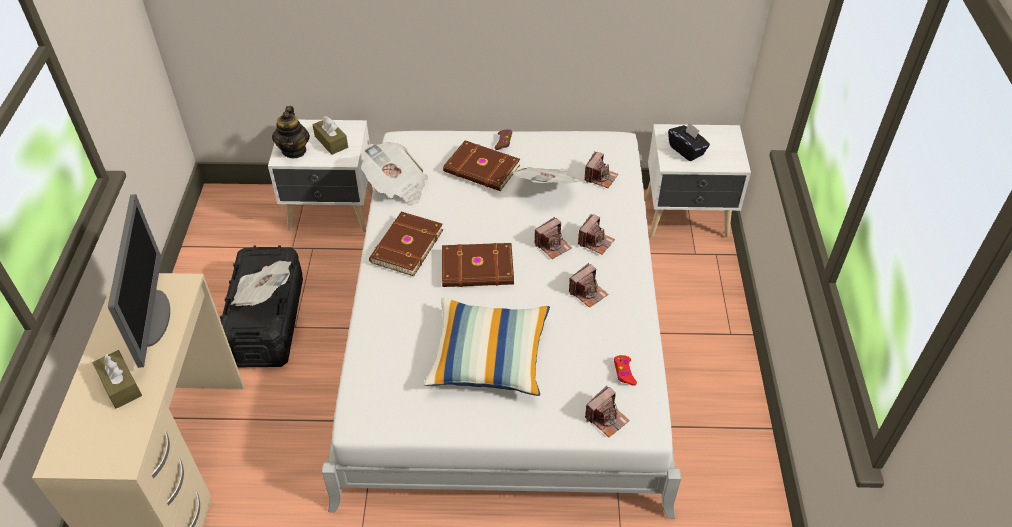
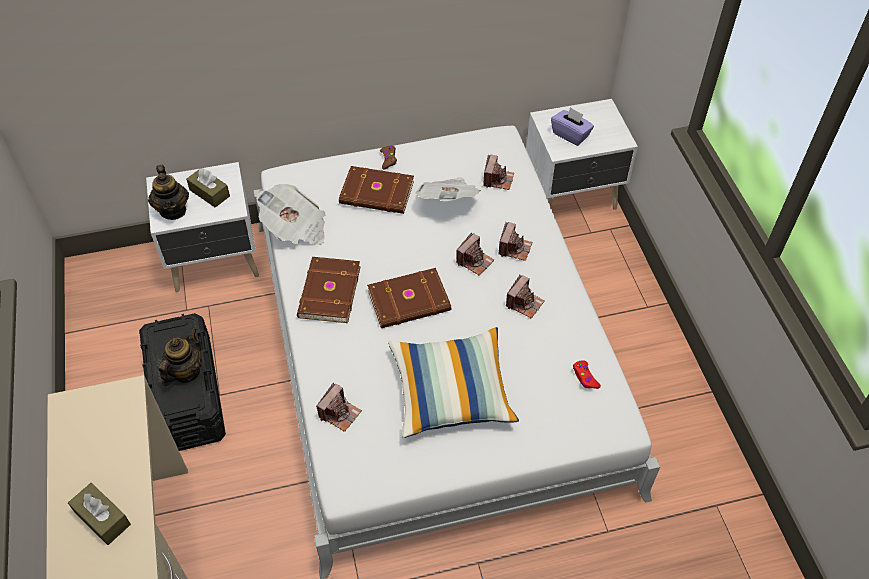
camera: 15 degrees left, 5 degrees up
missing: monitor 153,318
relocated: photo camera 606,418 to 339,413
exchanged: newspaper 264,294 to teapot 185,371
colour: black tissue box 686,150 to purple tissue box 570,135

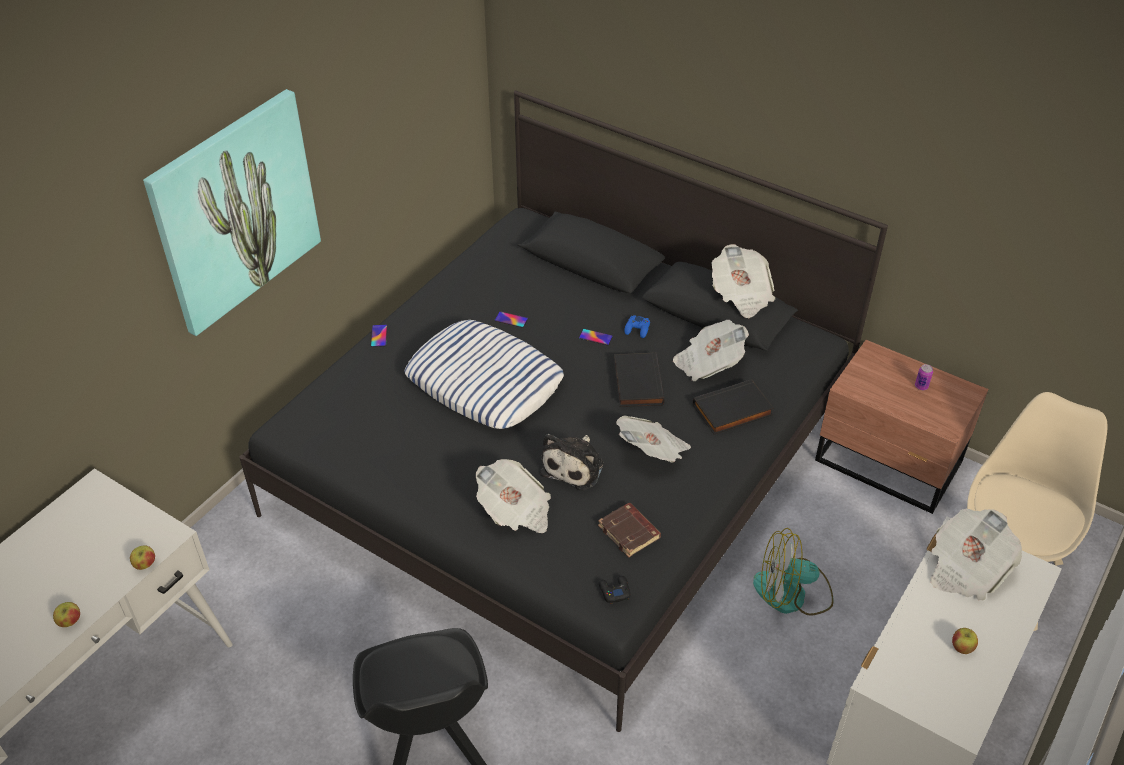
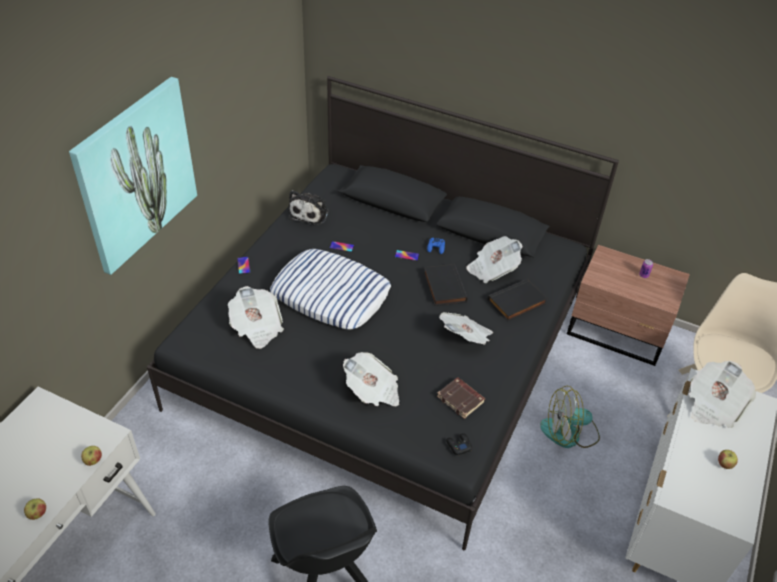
camera: 10 degrees left, 0 degrees up
relocated: newspaper 741,295 to 257,327; plush toy 574,466 to 310,213

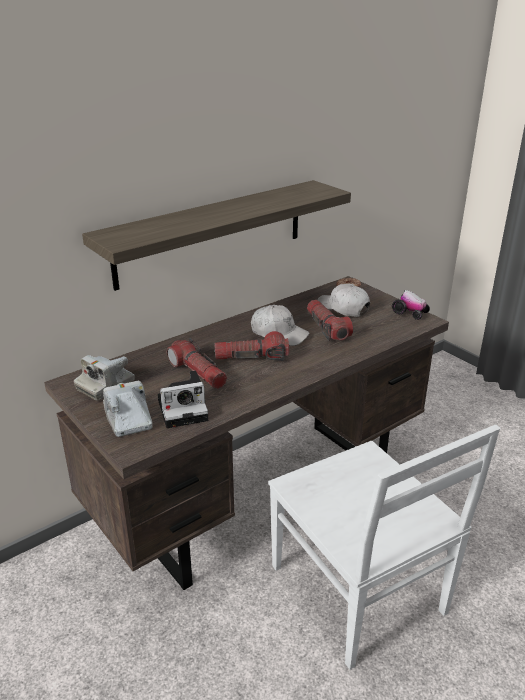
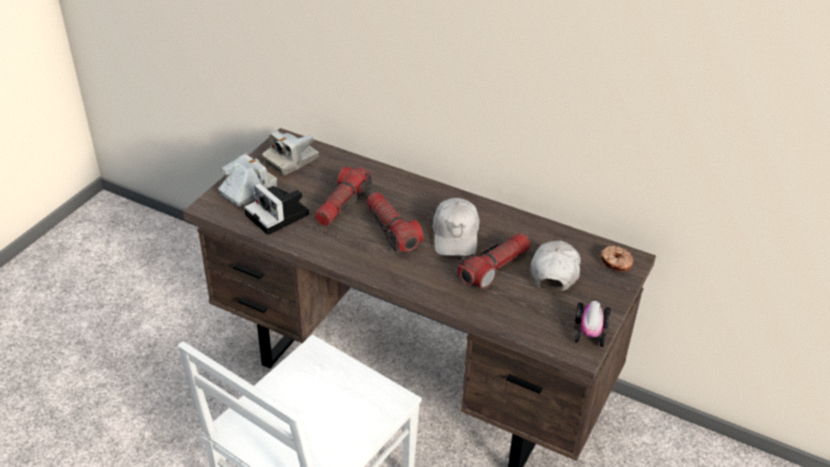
camera: 65 degrees right, 10 degrees up
missing: shelf 211,233
spun: photo camera 105,385 = 291,160 60 degrees counterclockwise

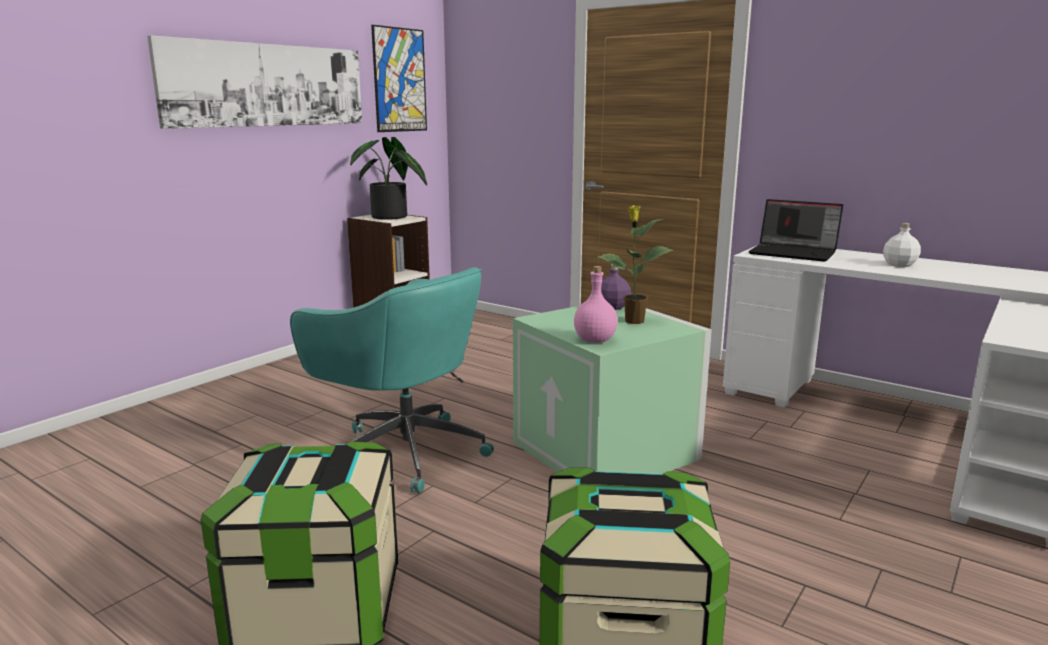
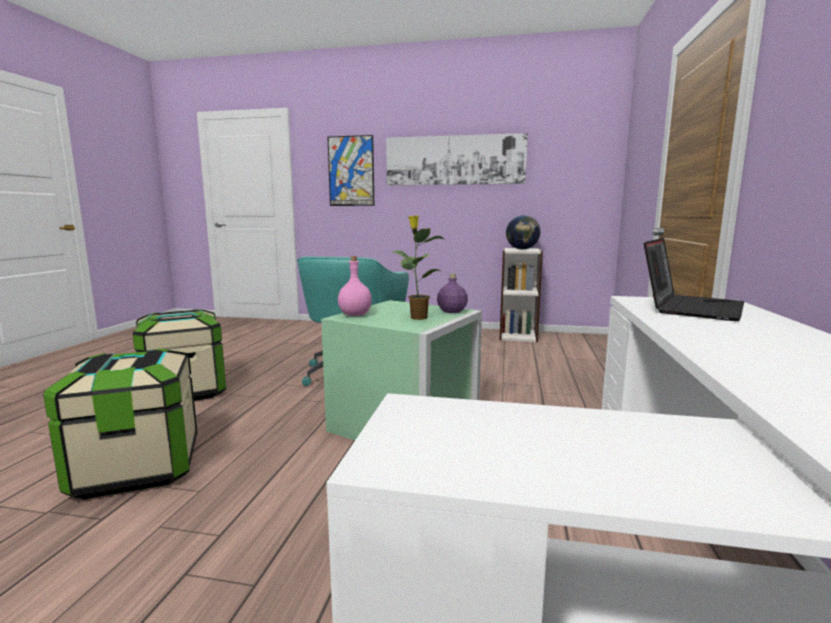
camera: 65 degrees right, 5 degrees down
missing: white bottle 899,264
relocated: picture 400,80 to 351,171
exchanged: potted plant 391,217 to globe 522,249
spun: laptop 794,253 = 690,307 150 degrees counterclockwise

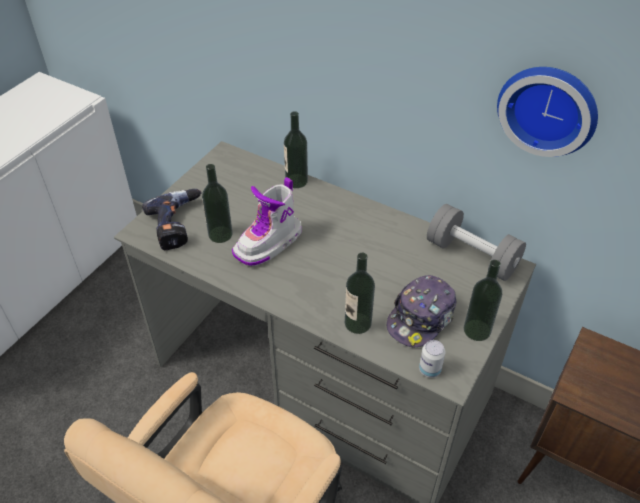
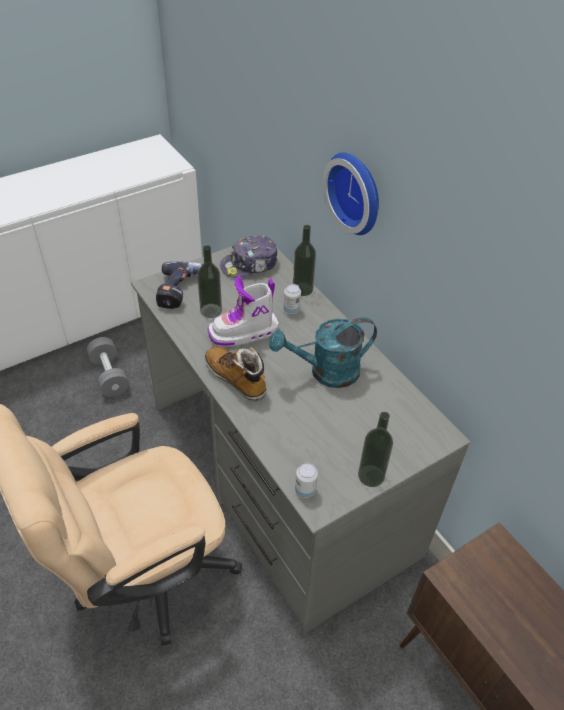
camera: 25 degrees right, 0 degrees up
missing: bottle 357,323
appeared: can 291,310; turquoise watering can 326,372; boot 236,378
relocated: wall clock 548,108 to 357,192; grey dumbbell 471,256 to 109,375; cap 421,318 to 250,265

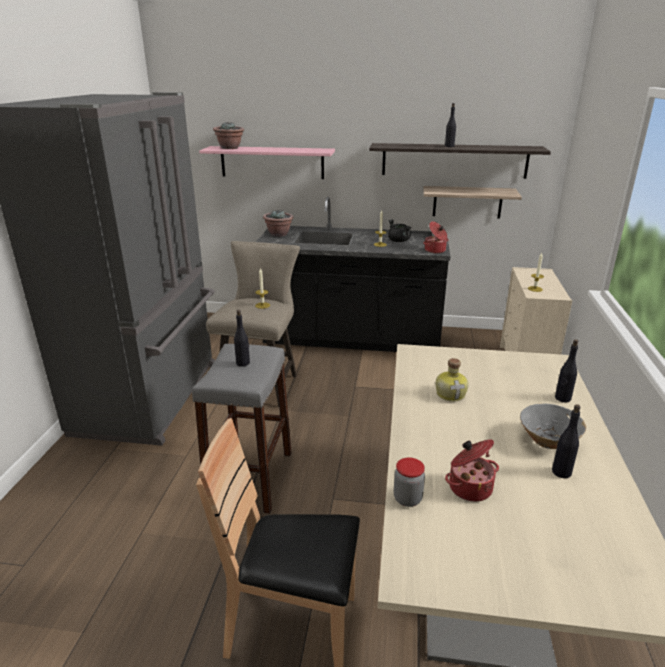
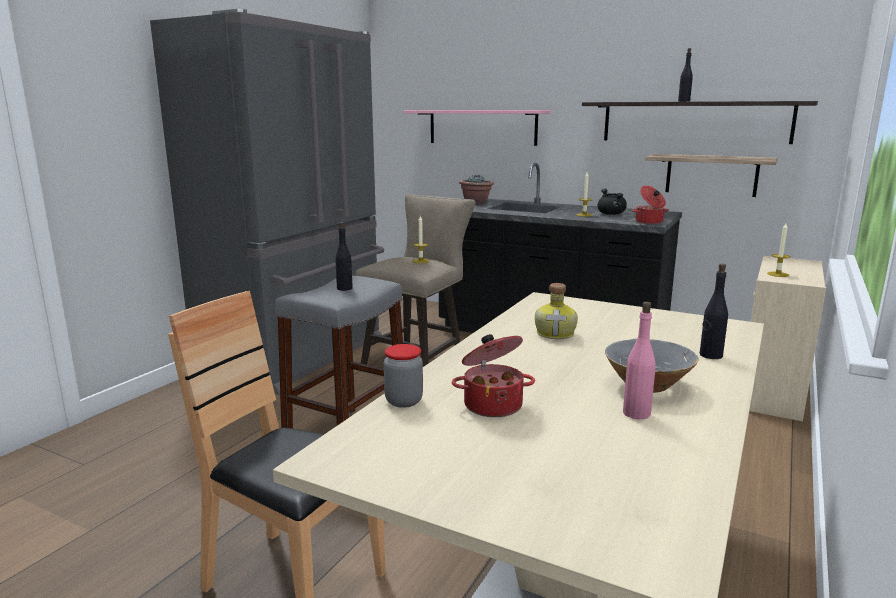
camera: 20 degrees right, 10 degrees down
missing: potted plant 230,148
colour: black bottle 561,472 to pink bottle 636,413

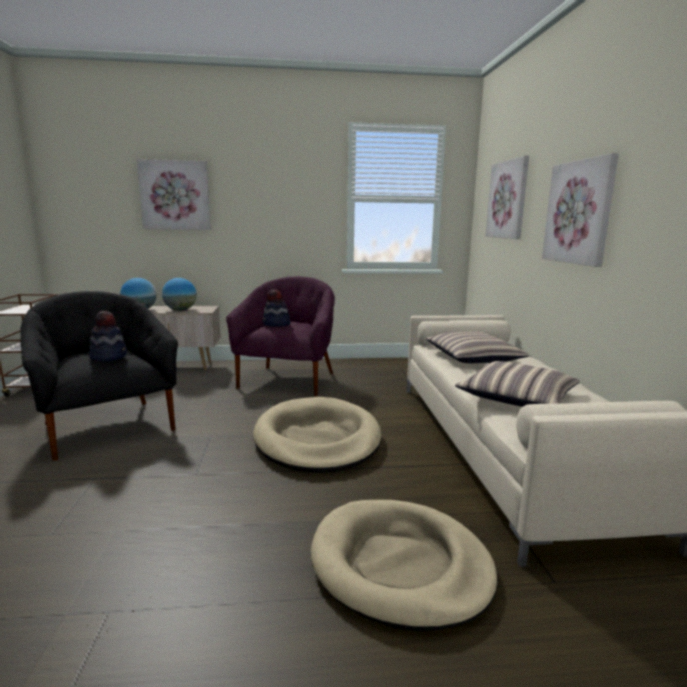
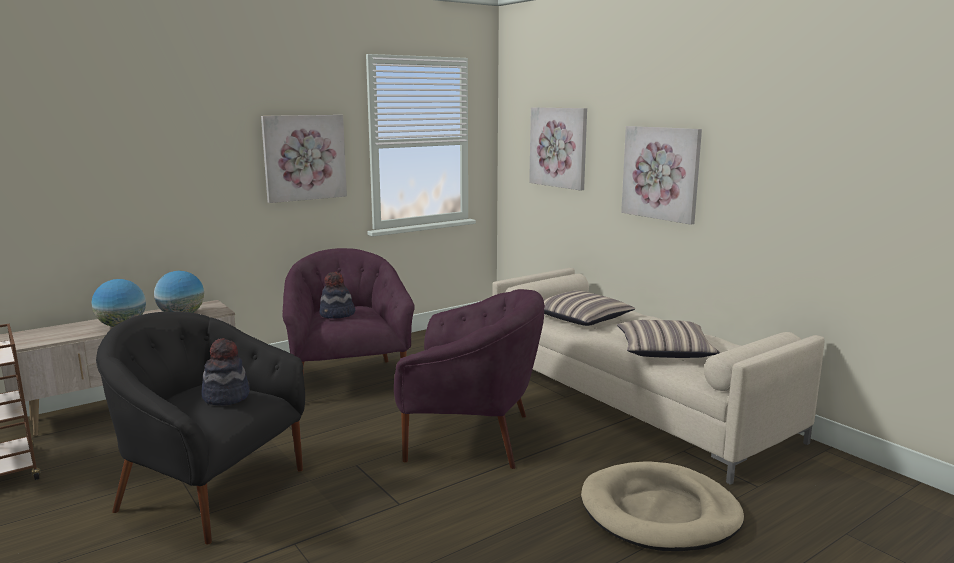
camera: 30 degrees left, 0 degrees up
relocated: picture 175,195 to 304,157
exchanged: beige dog bed 317,439 to purple armchair 470,436

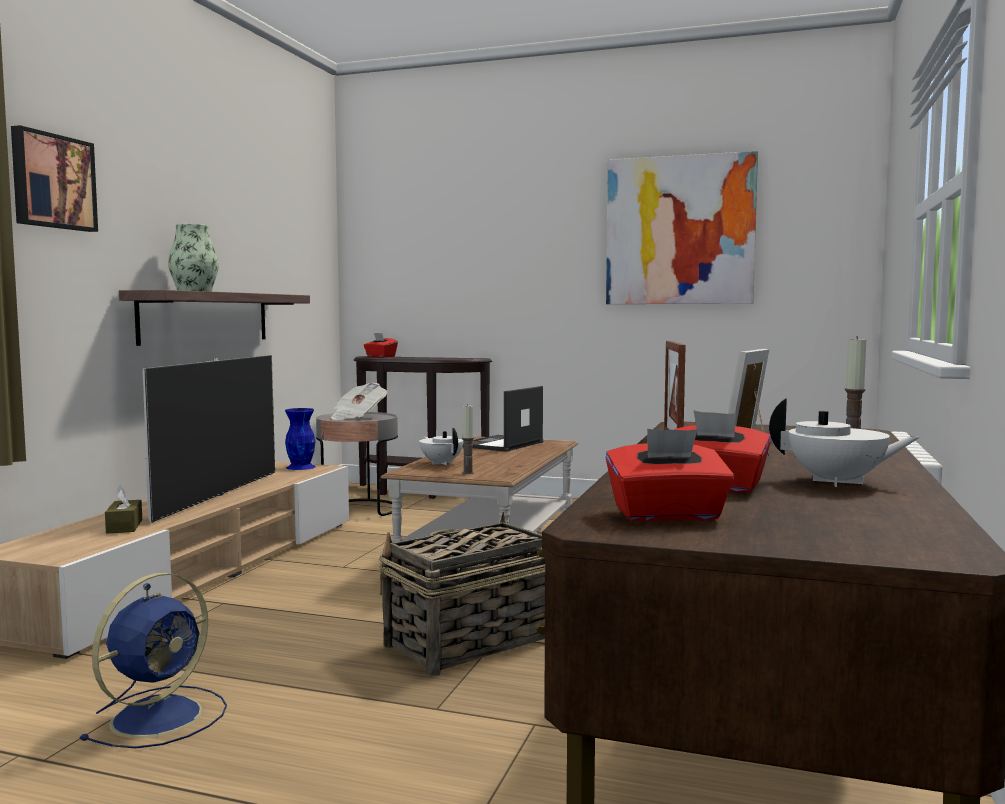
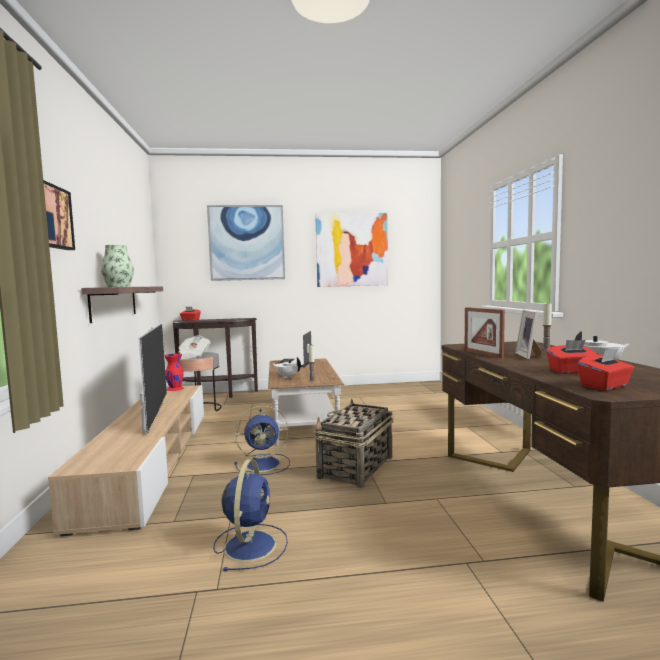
camera: 25 degrees left, 0 degrees up
missing: brown tissue box 124,526
appeared: picture 247,243; blue fan 264,464
colour: blue vase 301,467 to red vase 175,388

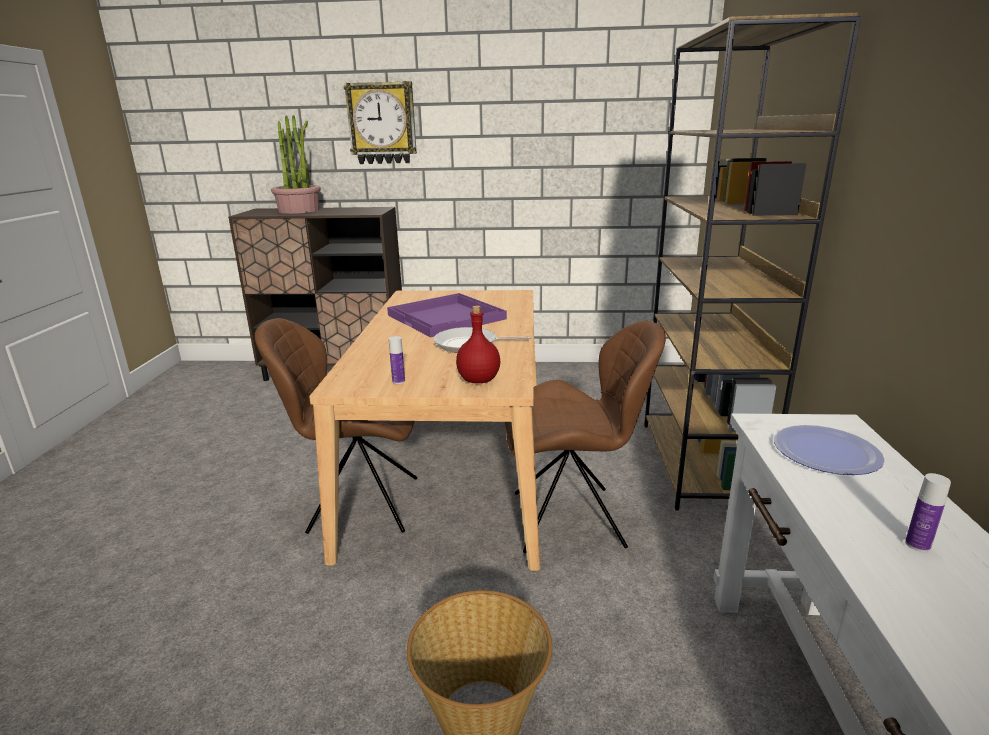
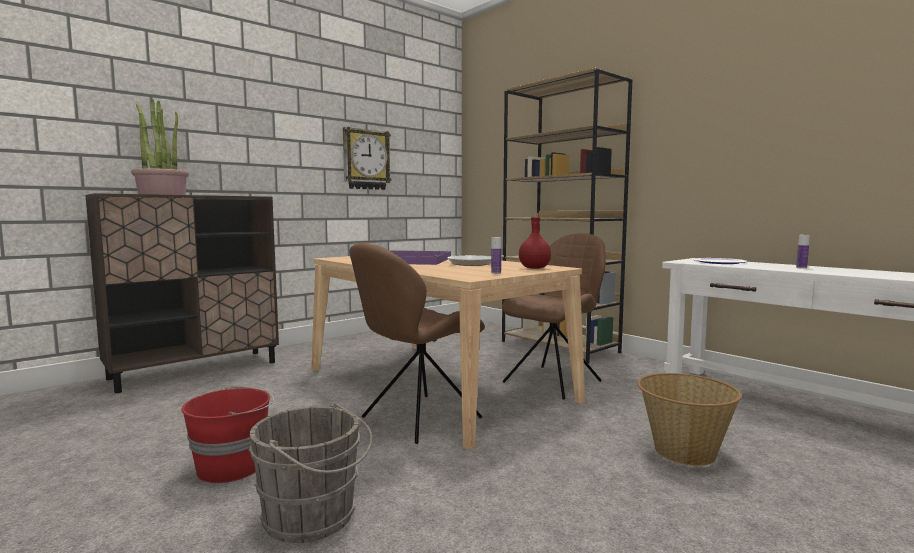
camera: 45 degrees left, 15 degrees down
appeared: red bucket 232,466; grey bucket 314,517
relocated: wall clock 382,123 to 366,159

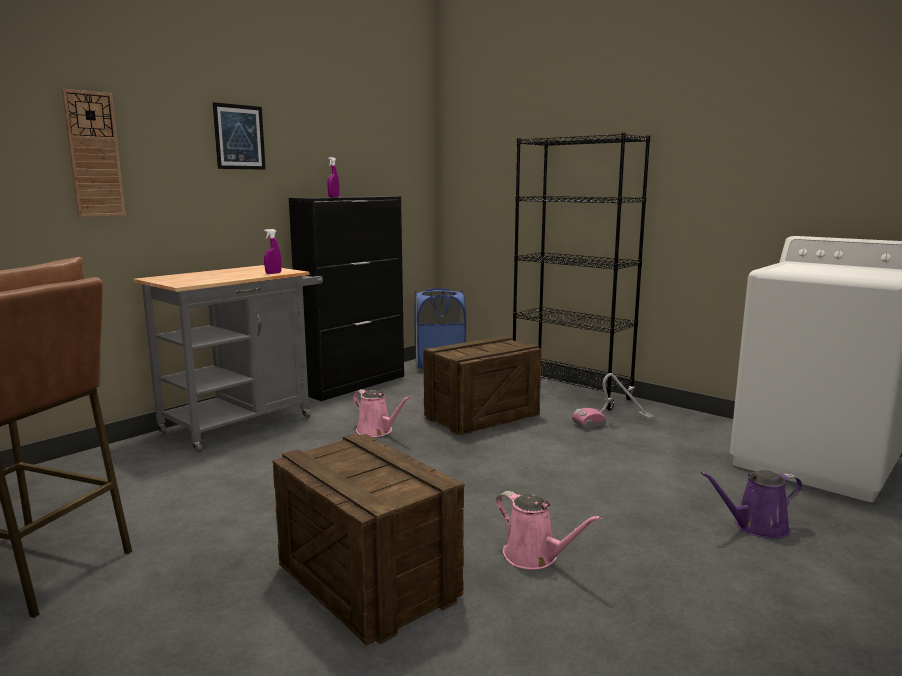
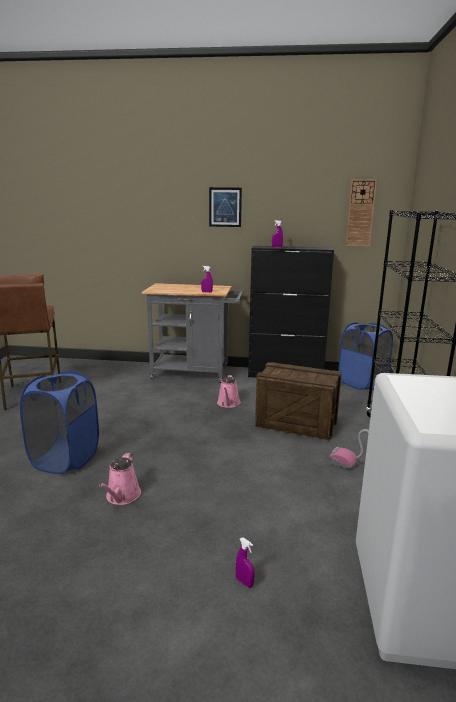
camera: 55 degrees right, 5 degrees up
relocated: wall clock 94,155 to 360,213
exchanged: crate 367,581 to blue laundry basket 65,459; purple watering can 756,527 to purple spray bottle 244,582

